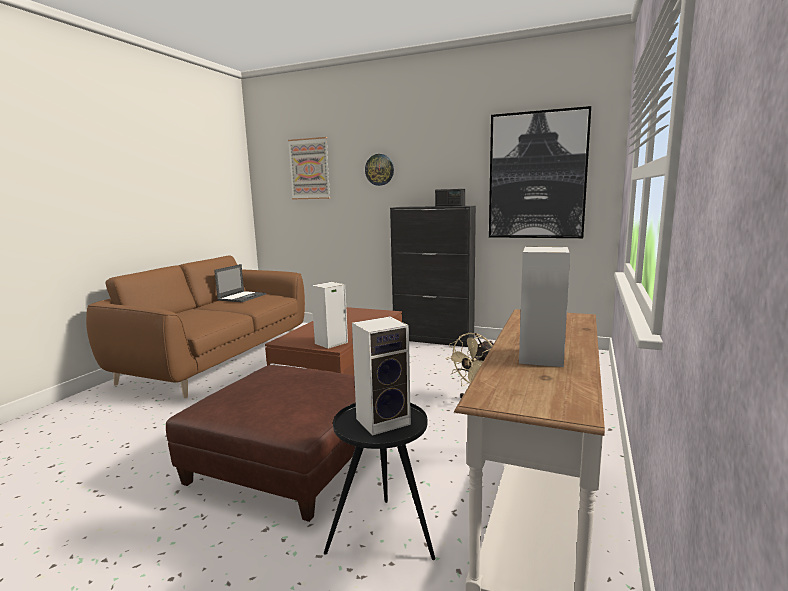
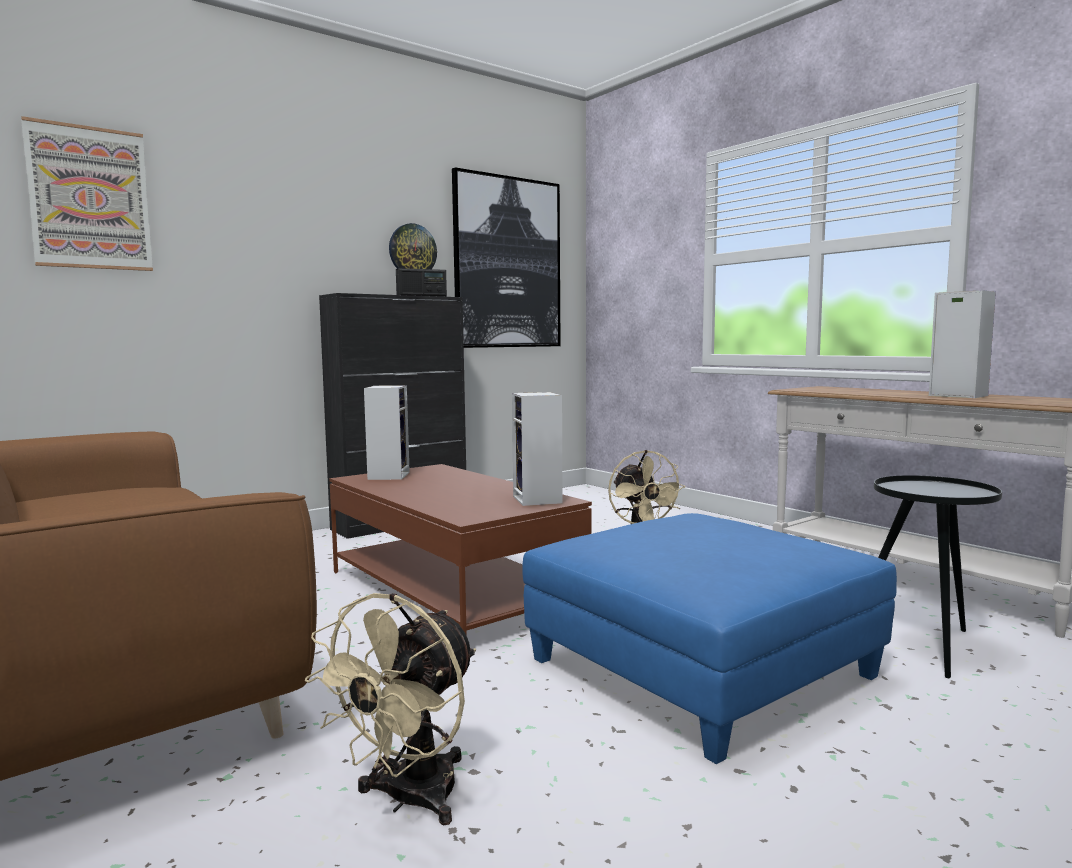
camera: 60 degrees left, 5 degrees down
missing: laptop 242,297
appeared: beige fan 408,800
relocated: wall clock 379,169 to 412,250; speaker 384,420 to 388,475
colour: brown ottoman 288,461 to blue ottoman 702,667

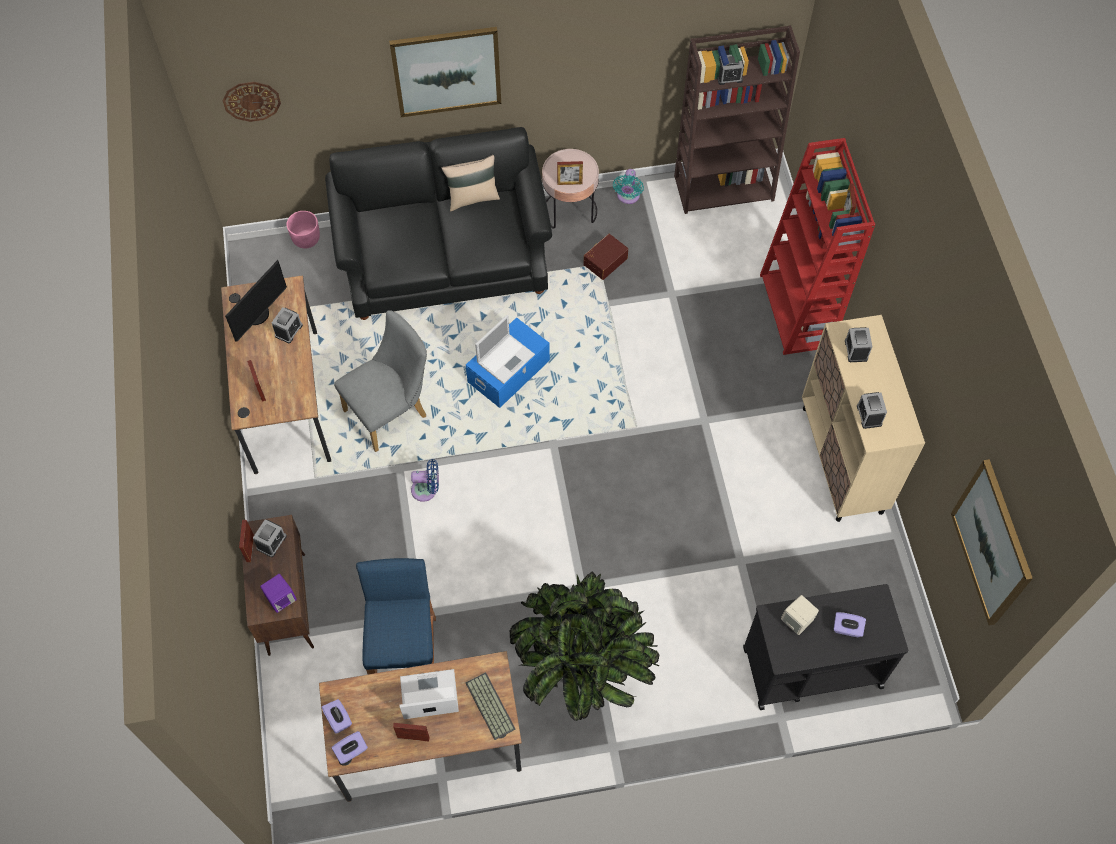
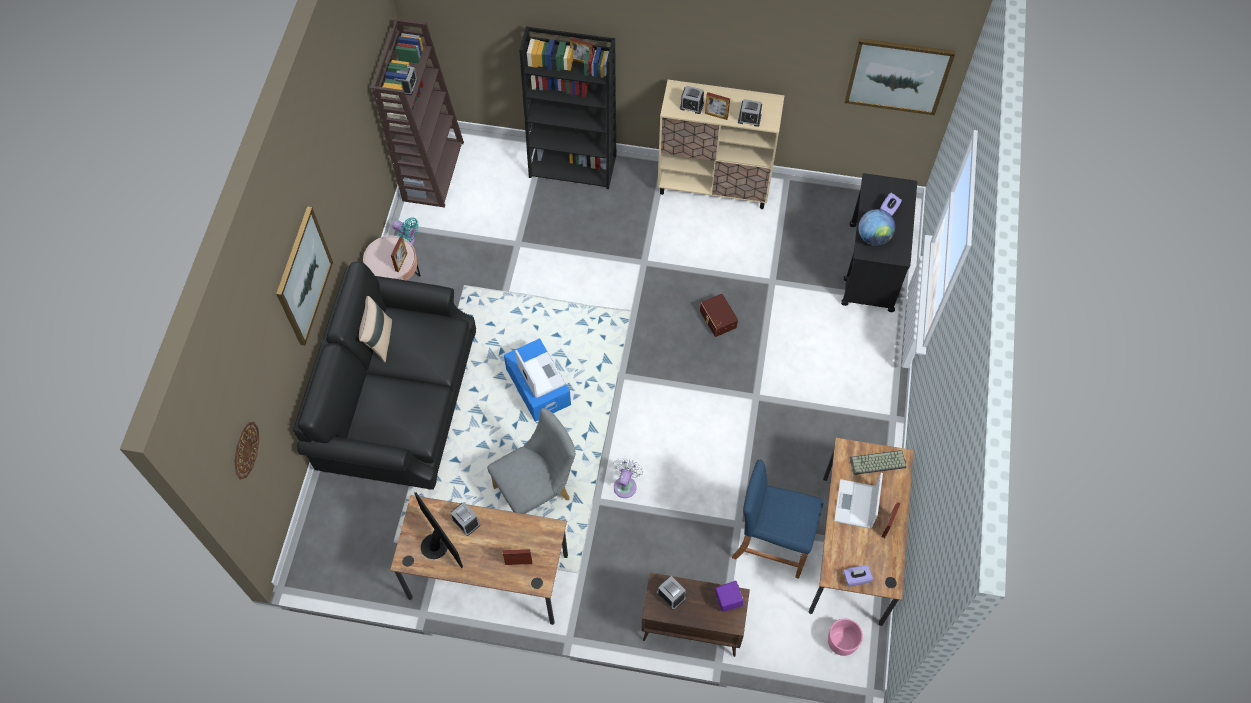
camera: 70 degrees left, 0 degrees up
missing: potted plant 582,683; purple tissue box 351,751
relocated: pink planter 306,239 to 841,642; brown storage box 604,261 to 717,319; picture frame 250,548 to 716,115
exchanged: beige speaker 797,621 to globe 873,237
colour: red bookcase 797,311 to black bookcase 573,165; blue fan 427,490 to white fan 626,485
spun: grey chair 391,411 = 537,491 75 degrees clockwise

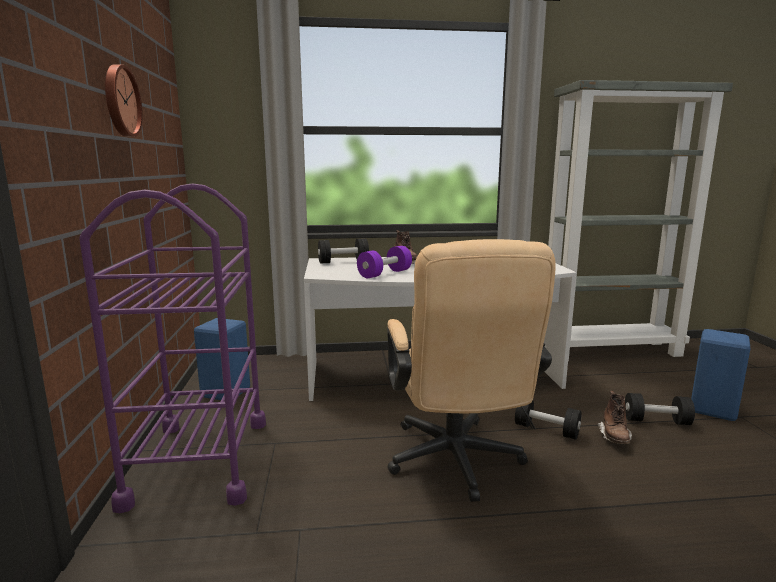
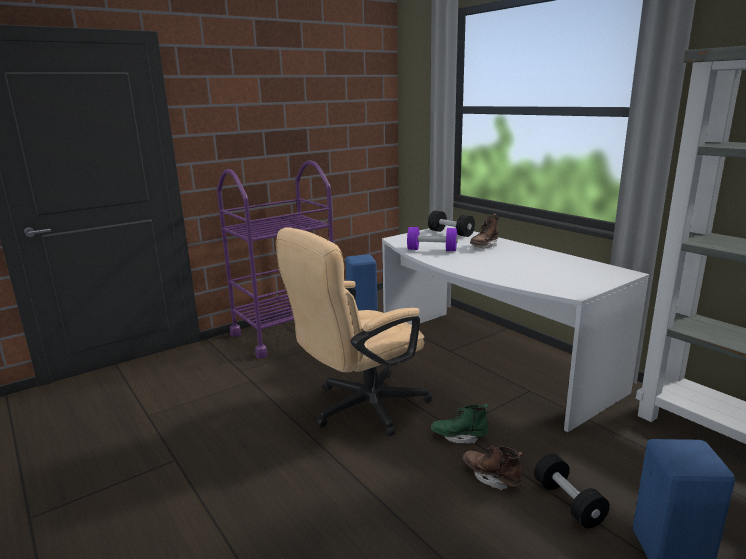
camera: 60 degrees right, 5 degrees up
missing: wall clock 120,101
exchanged: black dumbbell 546,430 to green boot 459,437
spun: brown boot 614,437 = 491,477 60 degrees clockwise

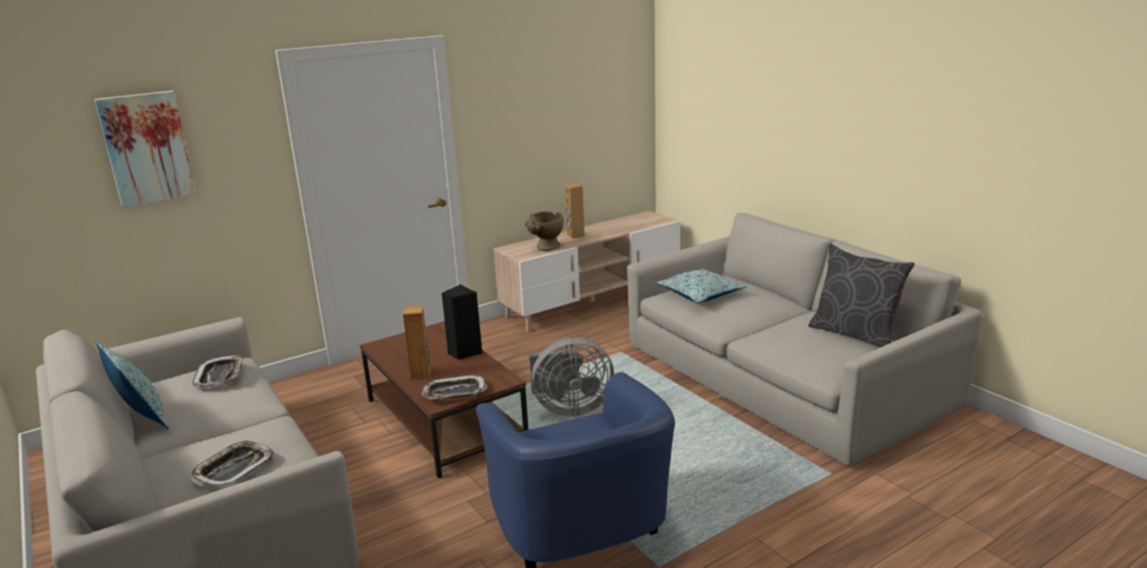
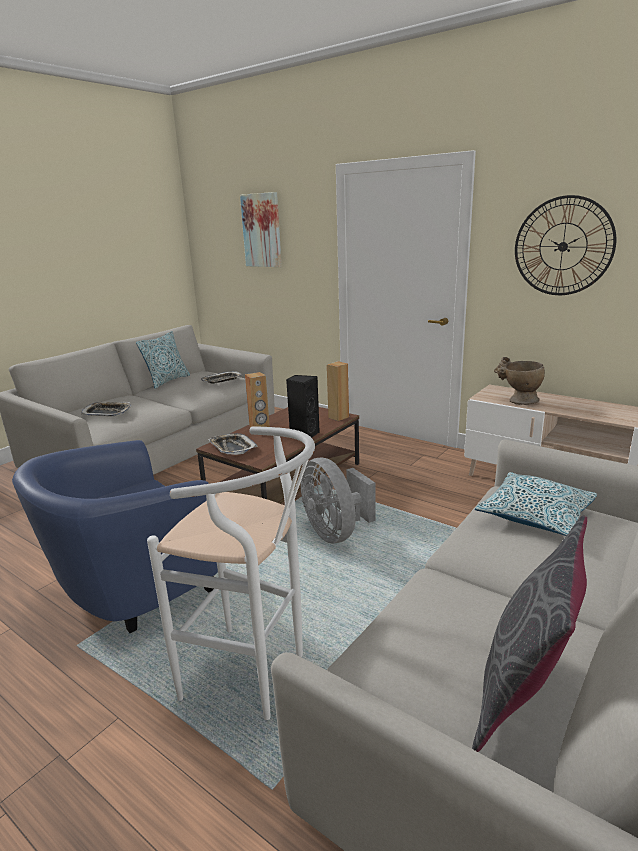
camera: 70 degrees right, 0 degrees up
appeared: wall clock 563,246; white stool 255,677
relocated: brown speaker 575,235 to 338,417

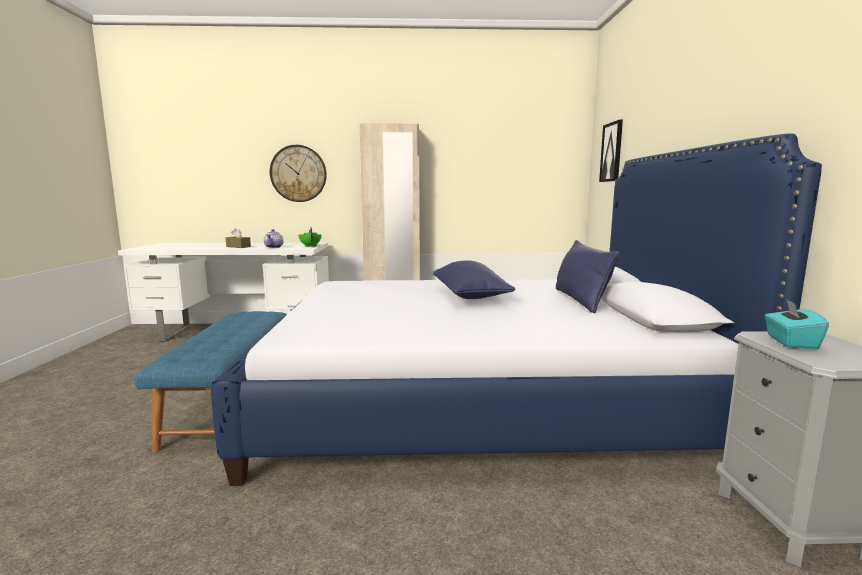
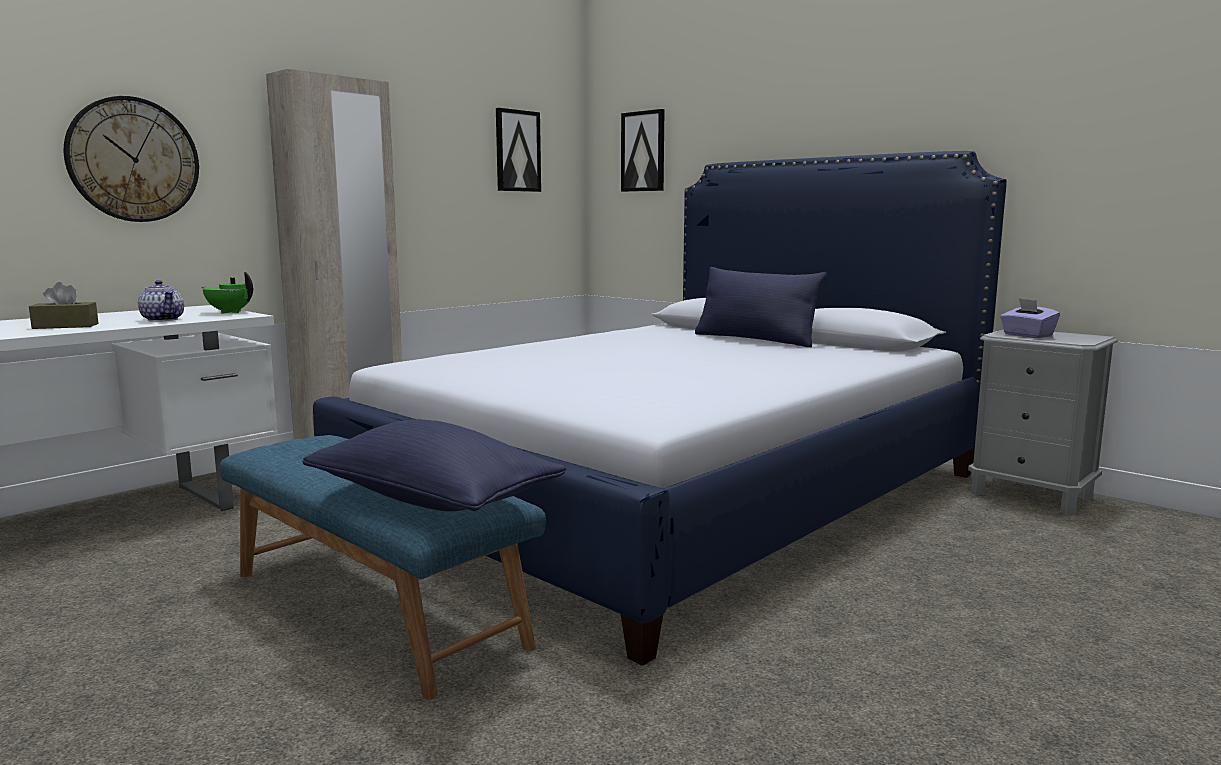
camera: 45 degrees left, 0 degrees up
appeared: picture 517,151
relocated: blue pillow 469,296 to 433,500
colour: turquoise tissue box 790,342 to purple tissue box 1027,335

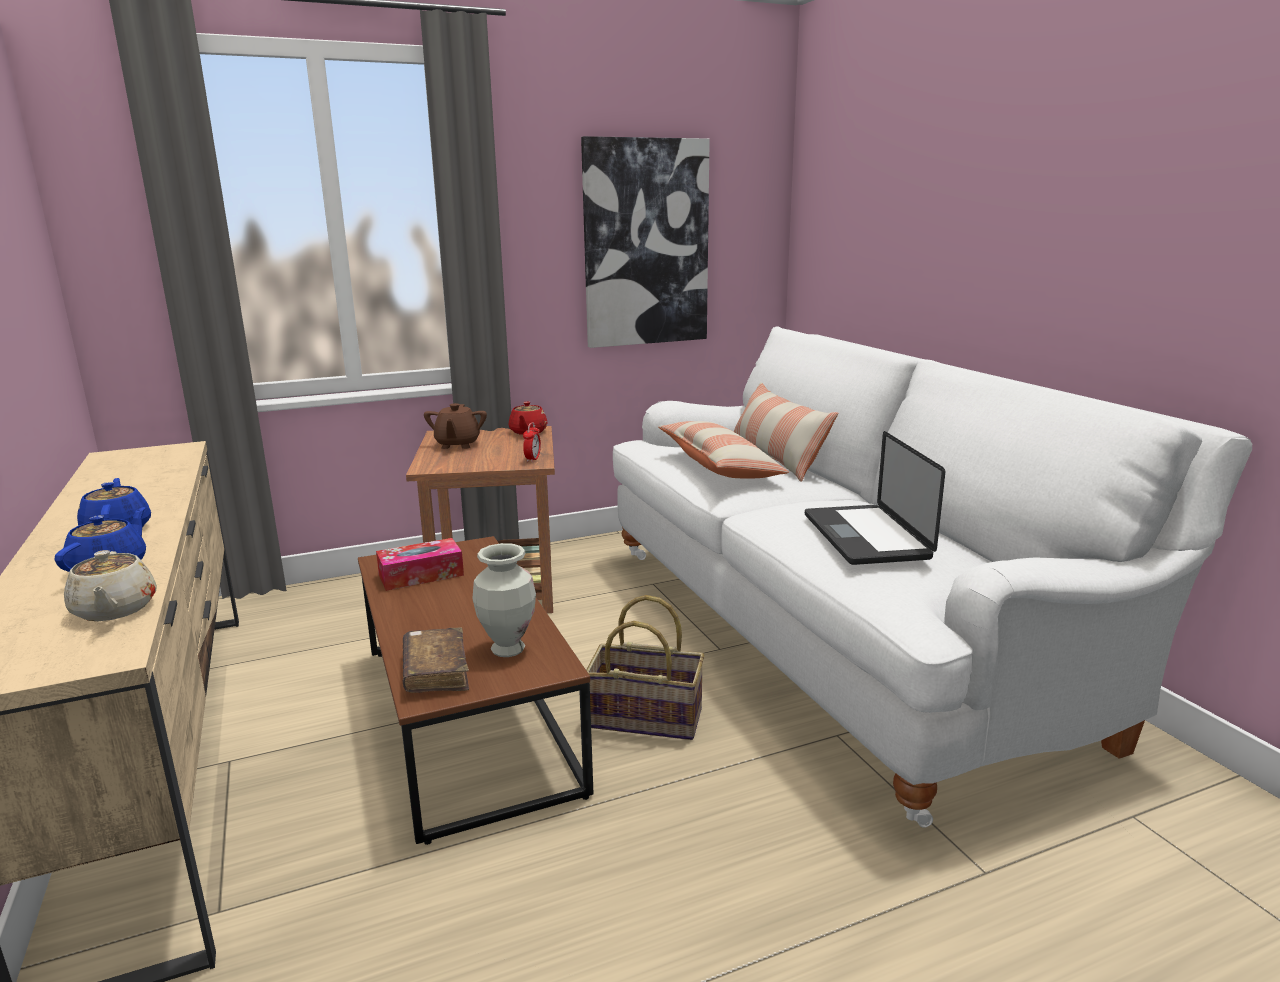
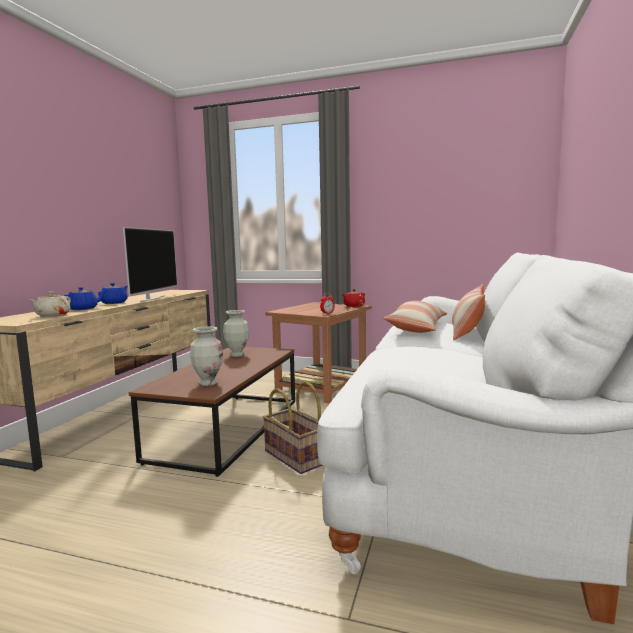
camera: 40 degrees right, 10 degrees down
missing: picture 645,243; brown teapot 457,444; laptop 865,536; brown book 436,672
appeared: television 152,299
exchanged: tissue box 421,575 to vase 237,355

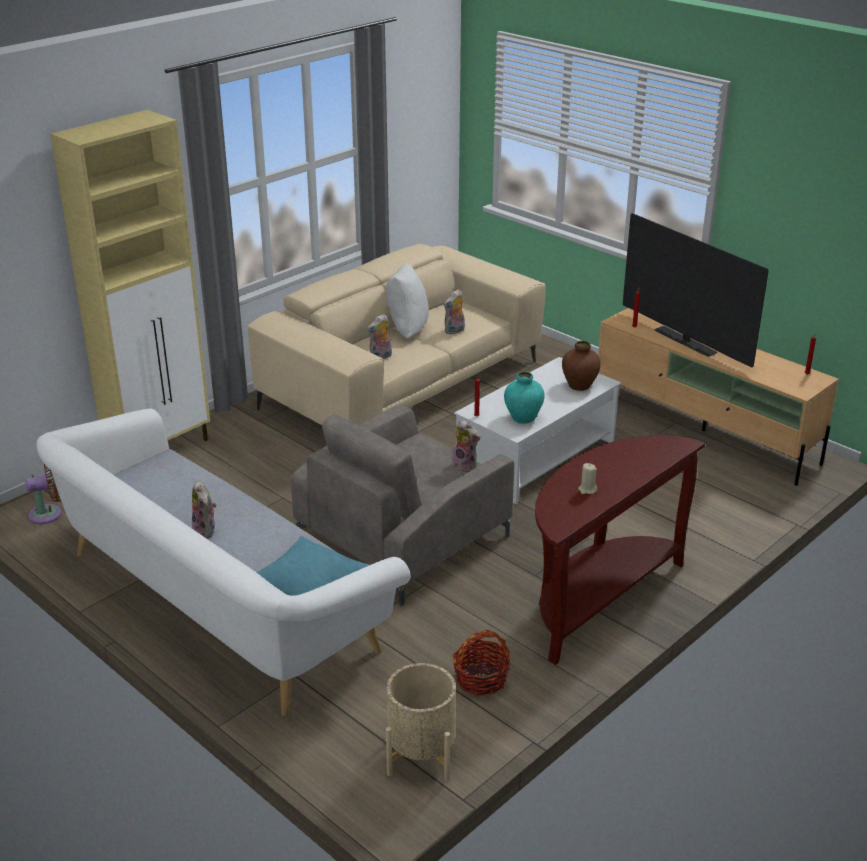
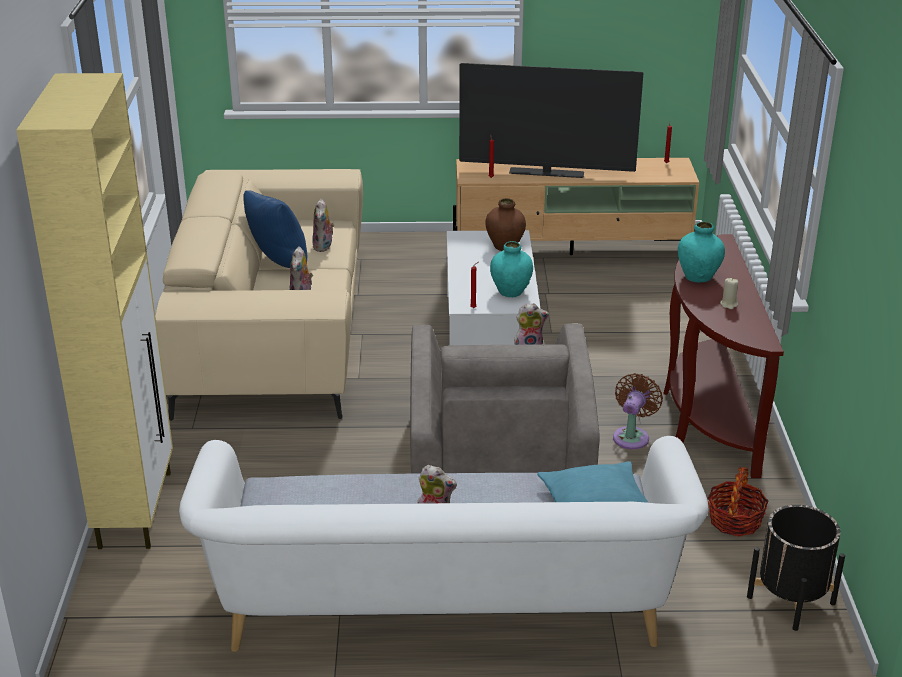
camera: 45 degrees left, 0 degrees up
appeared: turquoise vase 698,277
relocated: brown fan 49,514 to 632,436
colour: white pillow 406,330 to blue pillow 277,265; beige planter 421,755 to black planter 791,600

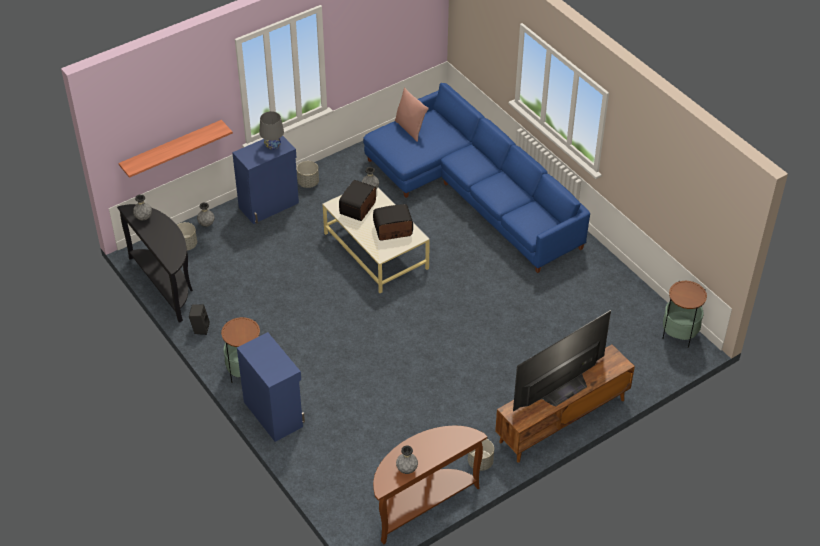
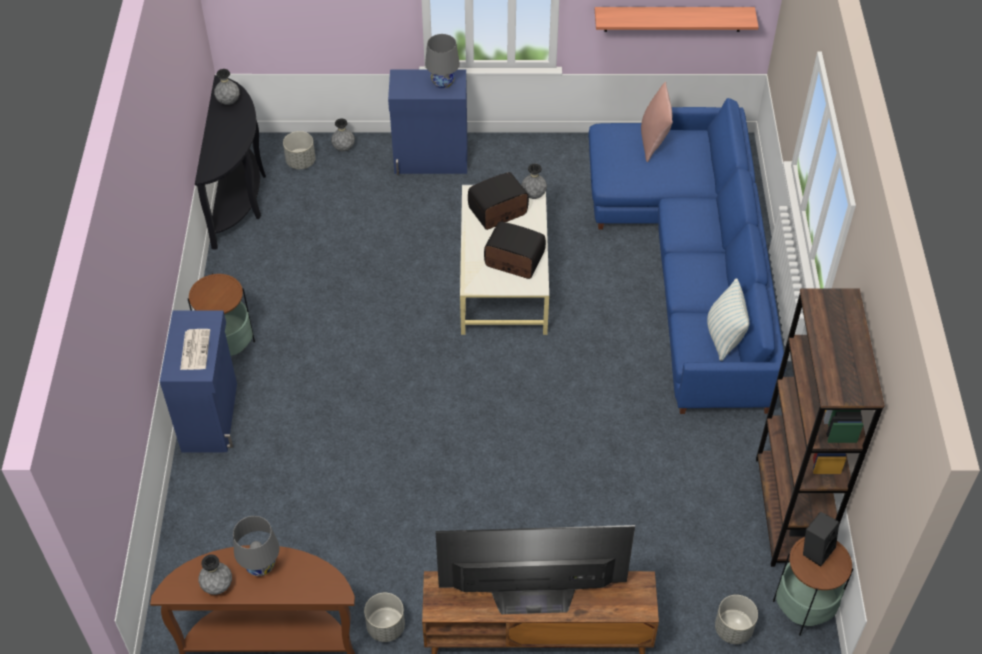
camera: 35 degrees right, 5 degrees up
appeared: pillow 724,337; brown bookcase 789,511; newspaper 195,349; grey table lamp 261,566
relocated: shelf 172,149 to 673,19; grey planter 308,183 to 733,629; black speaker 200,328 to 816,549

